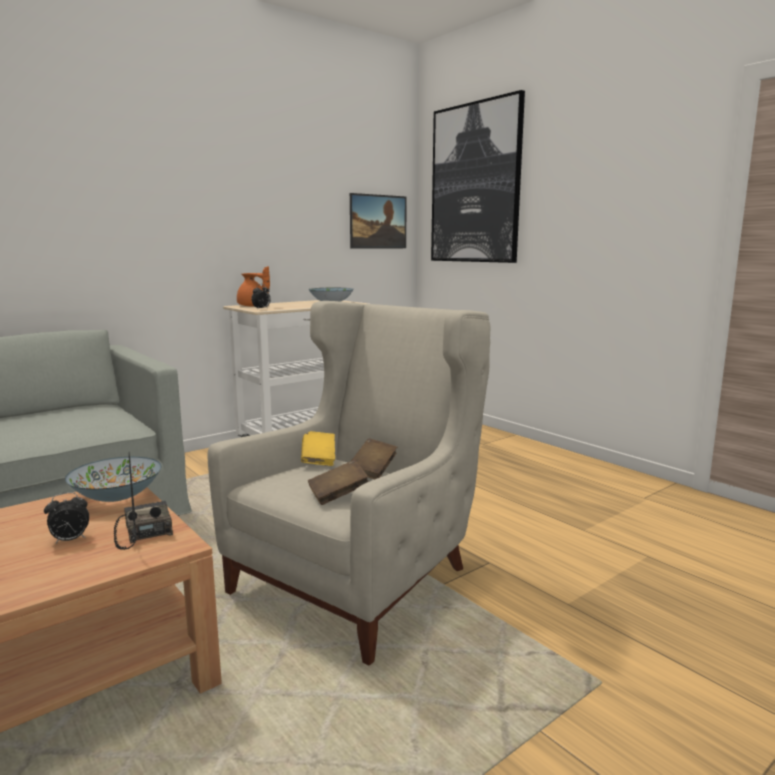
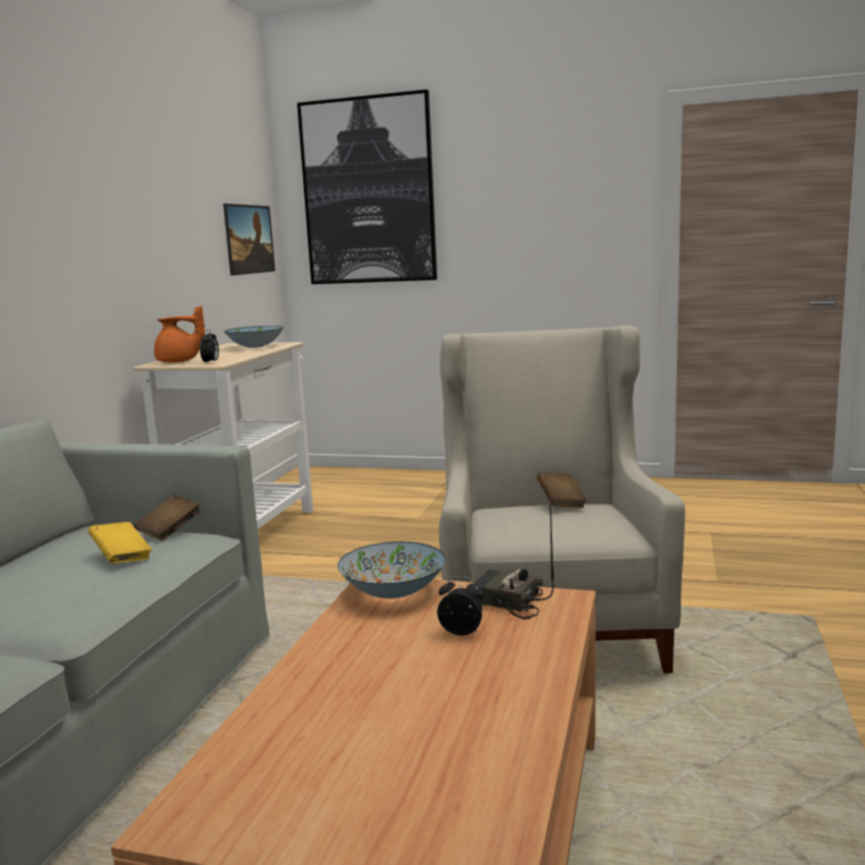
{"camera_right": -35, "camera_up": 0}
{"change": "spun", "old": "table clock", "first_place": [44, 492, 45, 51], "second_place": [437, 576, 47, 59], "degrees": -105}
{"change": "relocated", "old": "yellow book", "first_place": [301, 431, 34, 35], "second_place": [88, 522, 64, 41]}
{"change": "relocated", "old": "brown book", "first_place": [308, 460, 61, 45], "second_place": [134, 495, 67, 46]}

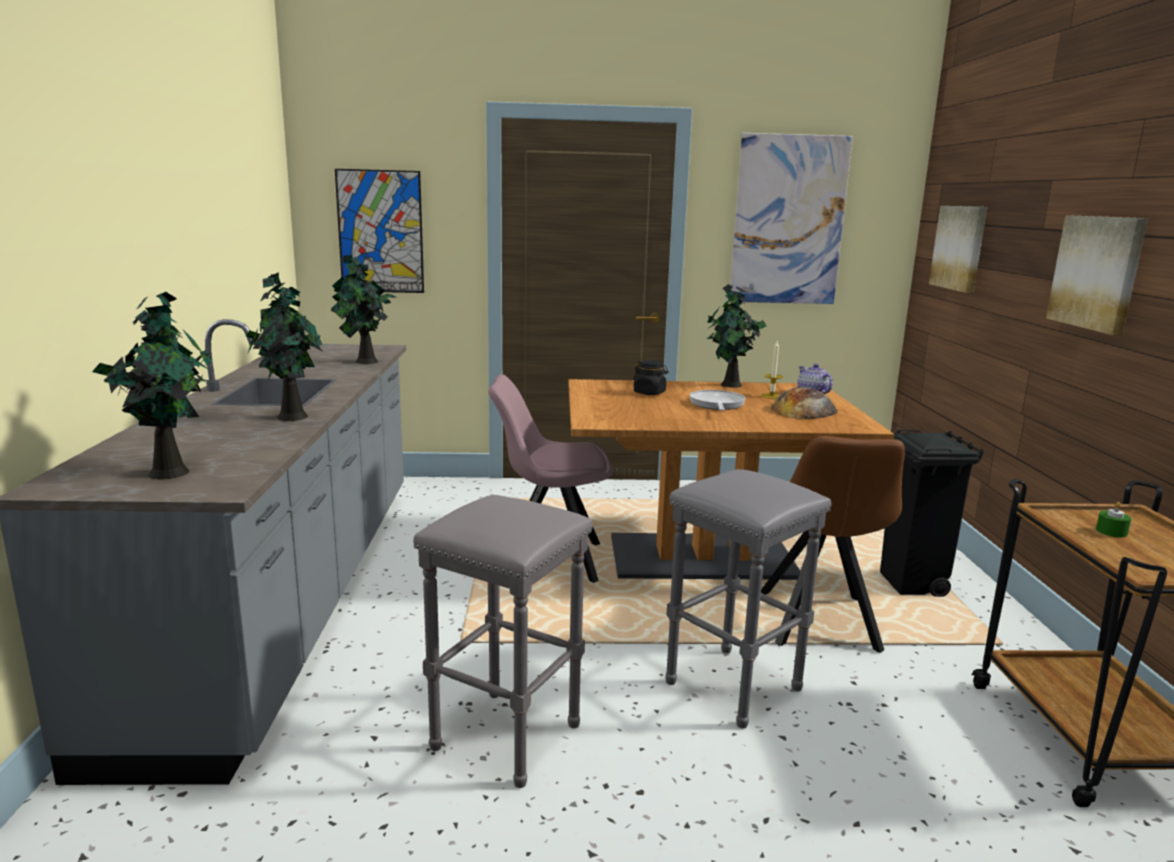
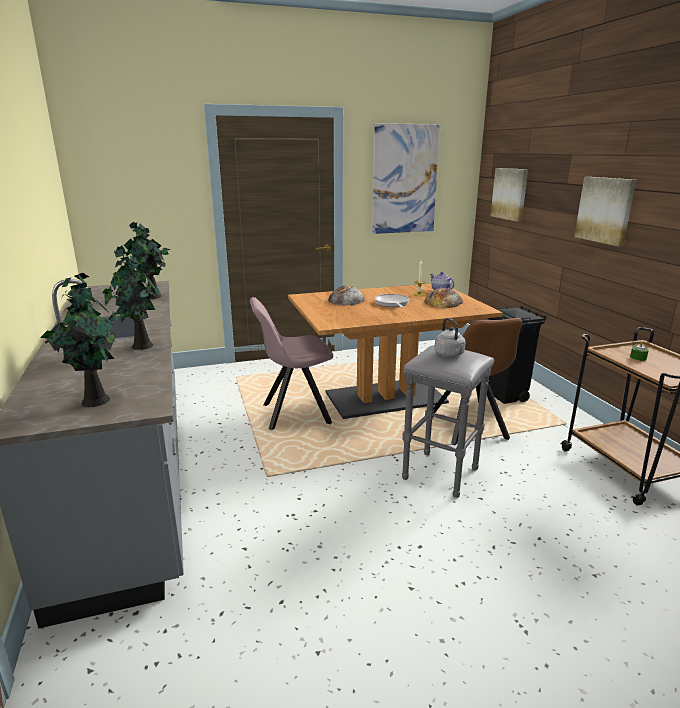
{"camera_right": -15, "camera_up": 5}
{"change": "missing", "old": "wall picture", "first_place": [335, 169, 89, 124]}
{"change": "missing", "old": "grey stool", "first_place": [413, 495, 180, 293]}
{"change": "exchanged", "old": "black-coloured storage jar", "new": "bread", "first_place": [633, 360, 35, 35], "second_place": [328, 286, 37, 20]}
{"change": "missing", "old": "plant in a pot", "first_place": [707, 284, 60, 104]}
{"change": "appeared", "new": "grey water kettle", "second_place": [435, 318, 31, 39]}

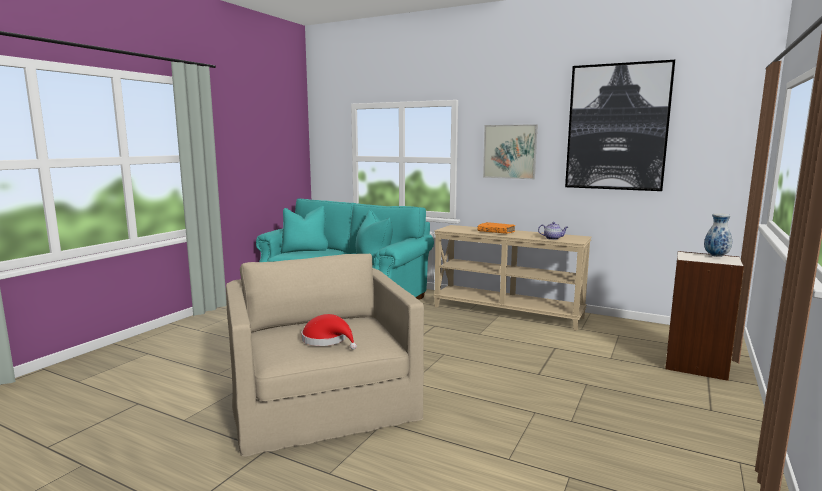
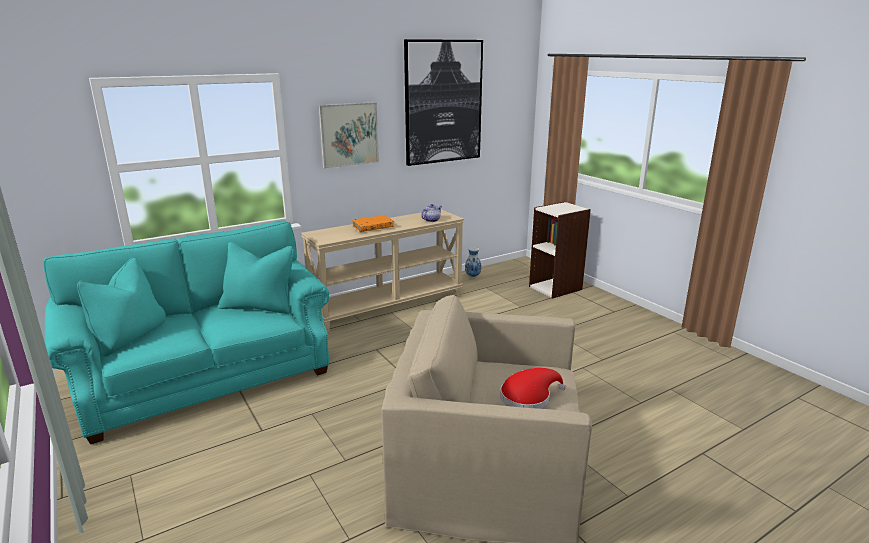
{"camera_right": -60, "camera_up": 10}
{"change": "relocated", "old": "decorative vase", "first_place": [704, 213, 28, 44], "second_place": [465, 247, 17, 30]}

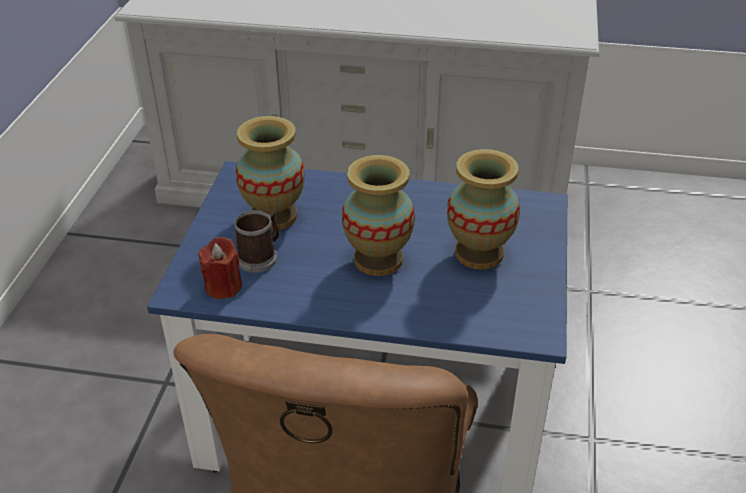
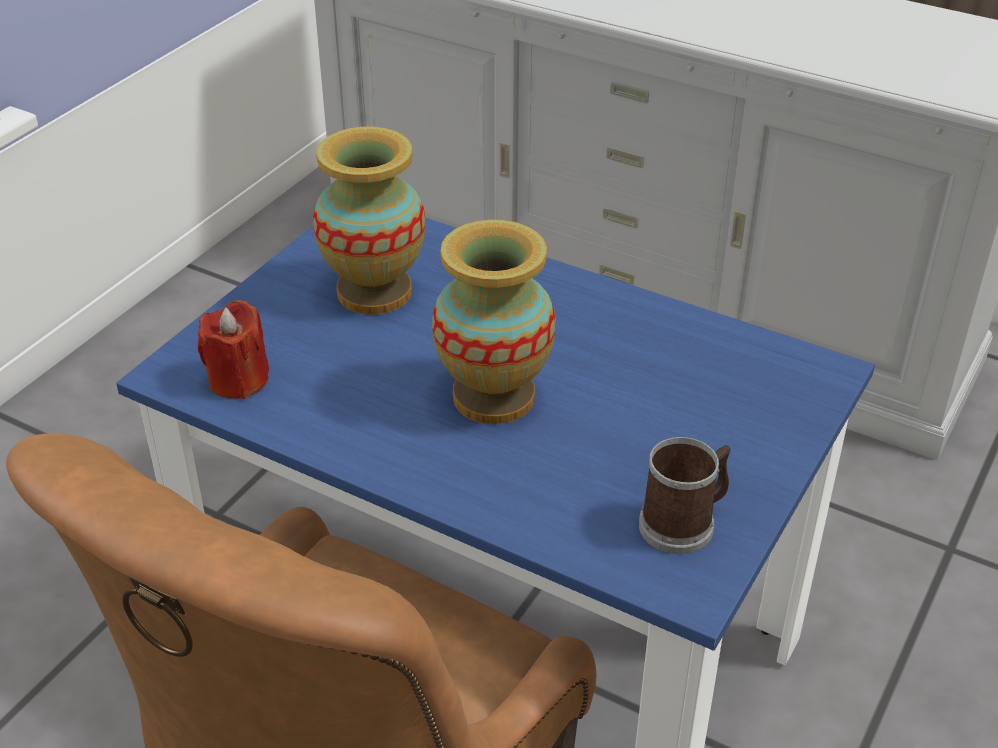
{"camera_right": 20, "camera_up": 0}
{"change": "relocated", "old": "tea mug", "first_place": [234, 210, 45, 63], "second_place": [639, 437, 92, 117]}
{"change": "missing", "old": "decorative vase", "first_place": [447, 149, 73, 120]}

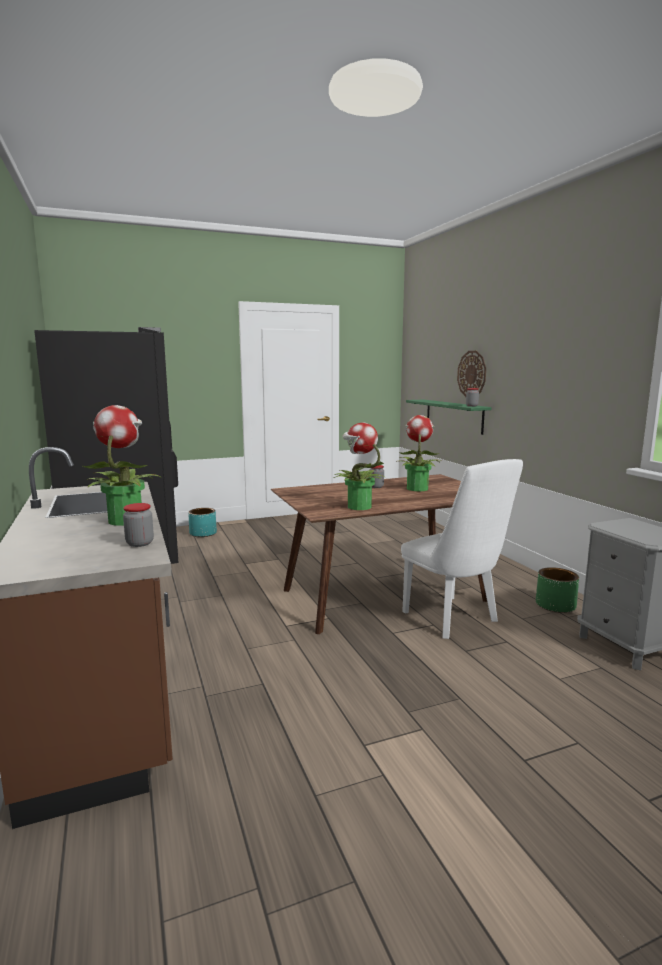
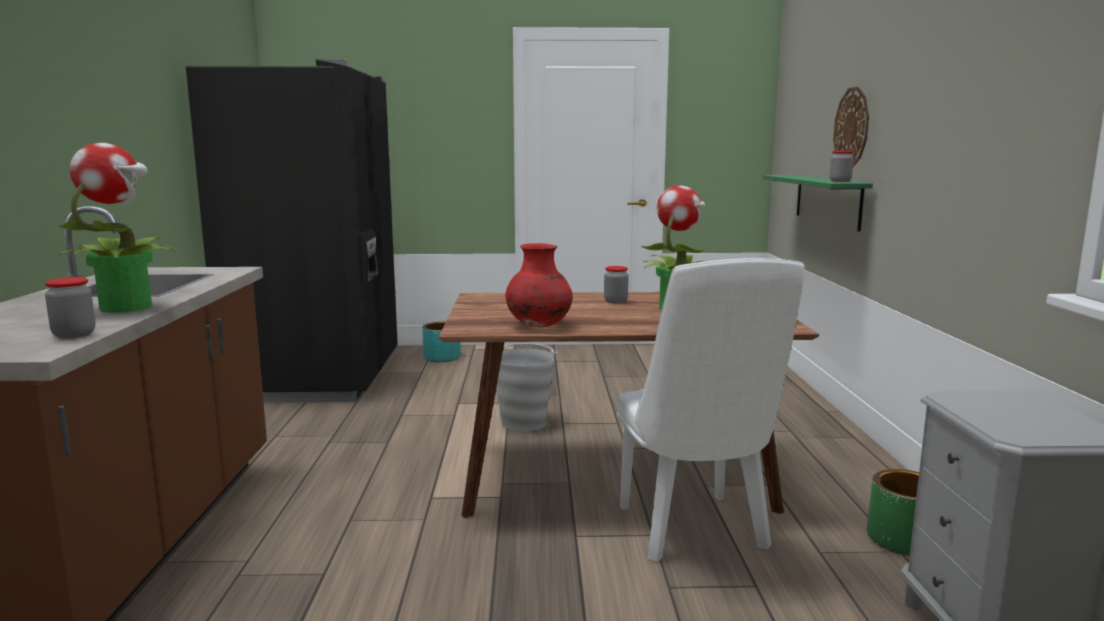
{"camera_right": 20, "camera_up": 0}
{"change": "exchanged", "old": "plant in a pot", "new": "red-coloured decorative vase", "first_place": [332, 423, 54, 87], "second_place": [505, 243, 68, 84]}
{"change": "appeared", "new": "grey pail", "second_place": [496, 343, 62, 88]}

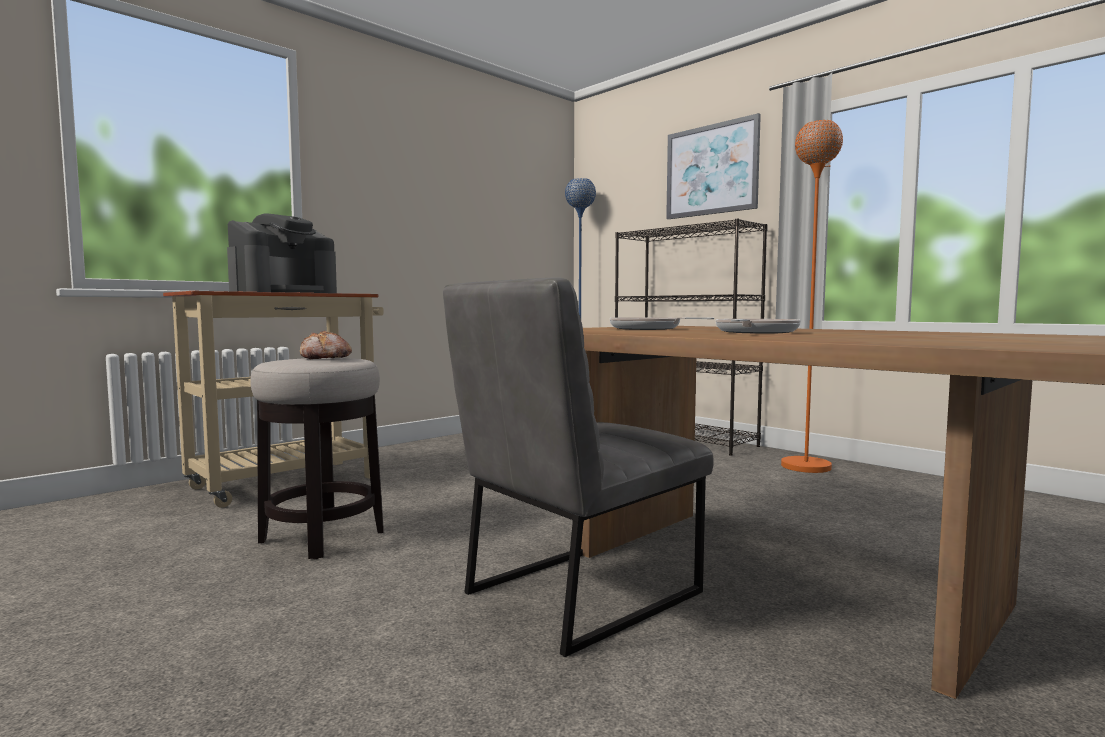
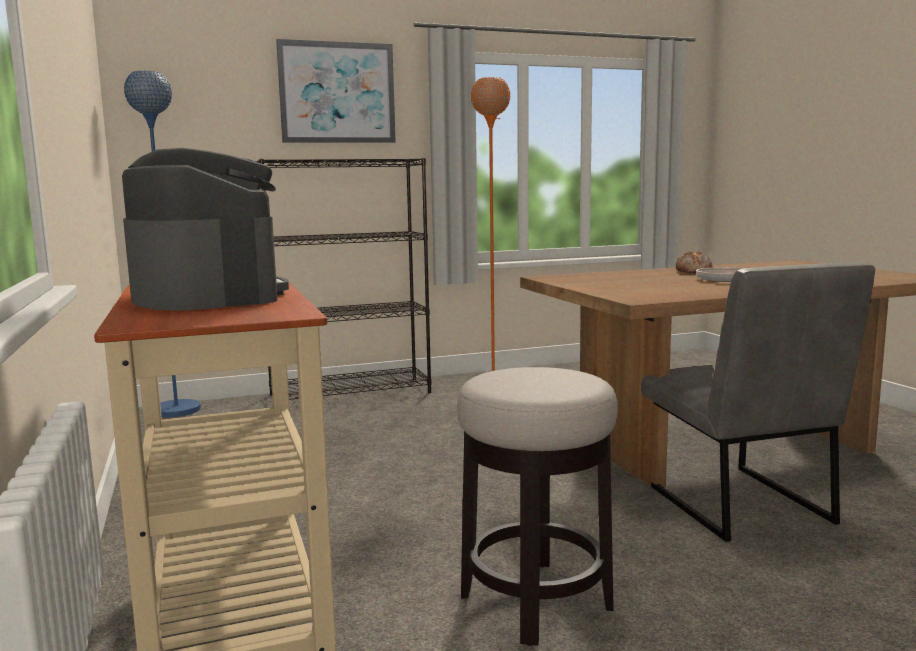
{"camera_right": -65, "camera_up": 5}
{"change": "relocated", "old": "bread", "first_place": [300, 331, 52, 29], "second_place": [676, 251, 37, 22]}
{"change": "missing", "old": "skillet", "first_place": [610, 317, 104, 13]}

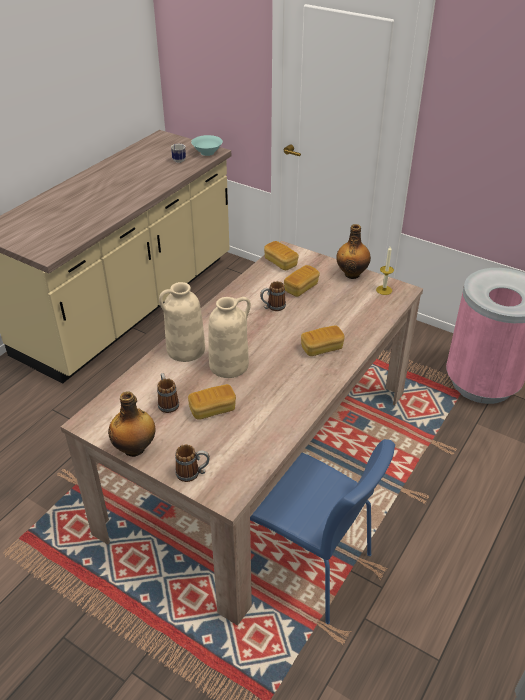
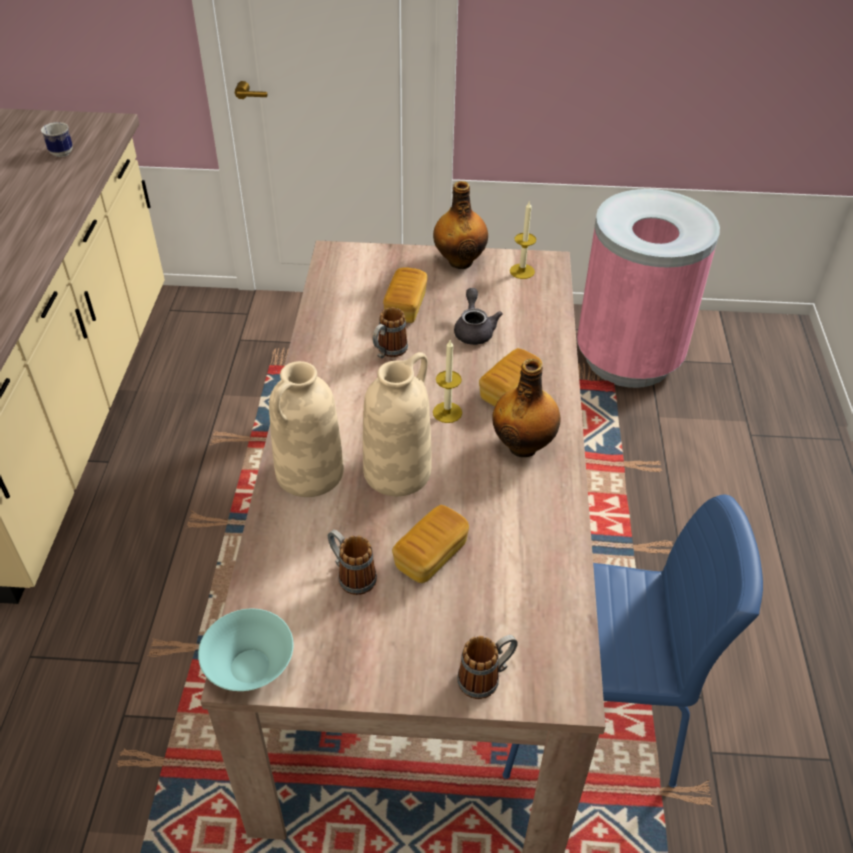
{"camera_right": -30, "camera_up": 5}
{"change": "relocated", "old": "beverage bottle", "first_place": [108, 391, 48, 66], "second_place": [492, 359, 68, 98]}
{"change": "relocated", "old": "turquoise bowl", "first_place": [191, 135, 32, 21], "second_place": [198, 609, 96, 82]}
{"change": "missing", "old": "bread", "first_place": [264, 241, 35, 29]}
{"change": "appeared", "new": "wax candle", "second_place": [433, 340, 29, 83]}
{"change": "appeared", "new": "grey pot for tea", "second_place": [454, 288, 49, 57]}

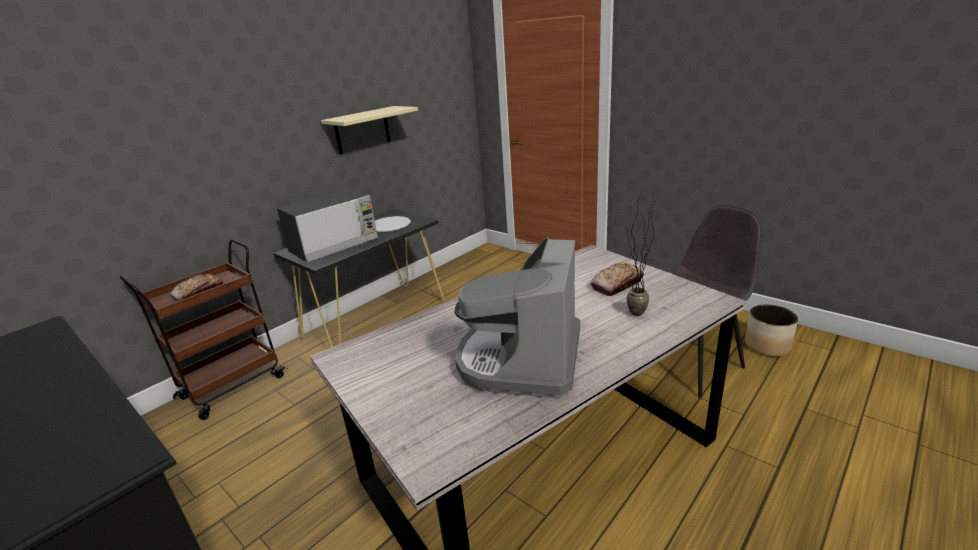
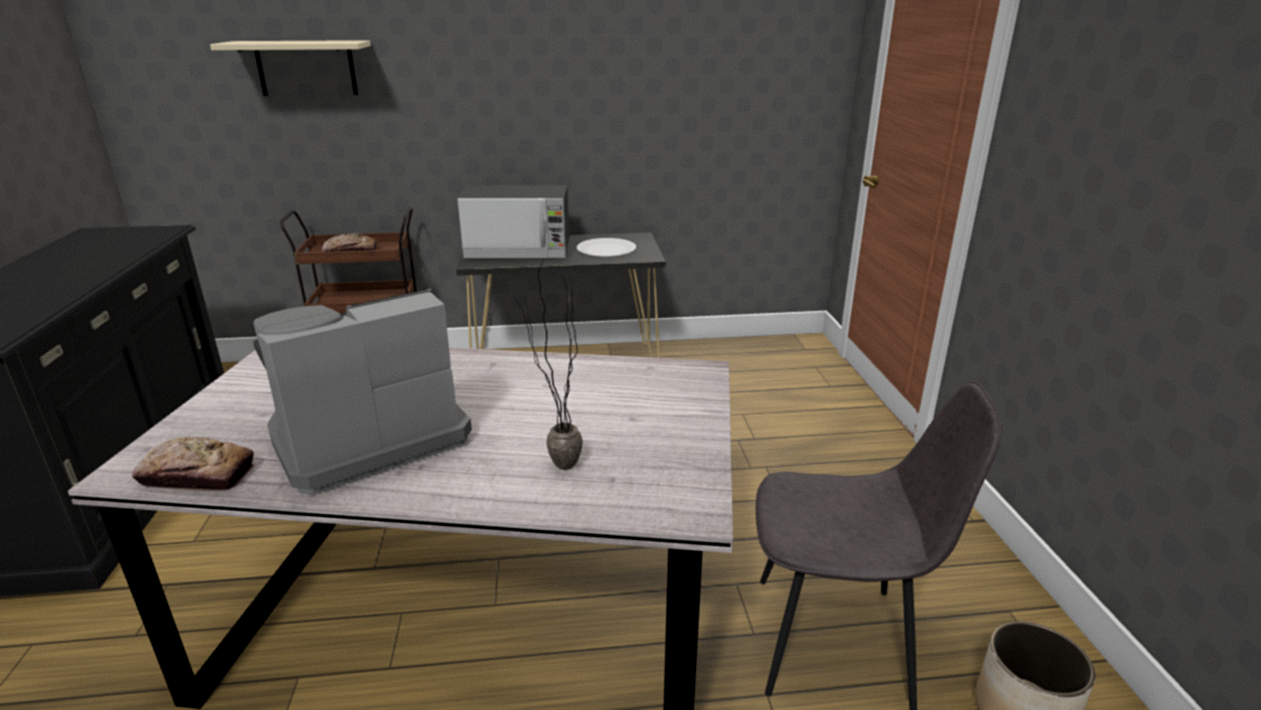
{"camera_right": 40, "camera_up": 0}
{"change": "relocated", "old": "beige-coloured wall shelf", "first_place": [321, 106, 97, 48], "second_place": [210, 40, 161, 56]}
{"change": "relocated", "old": "bread", "first_place": [590, 263, 54, 33], "second_place": [132, 437, 122, 54]}

